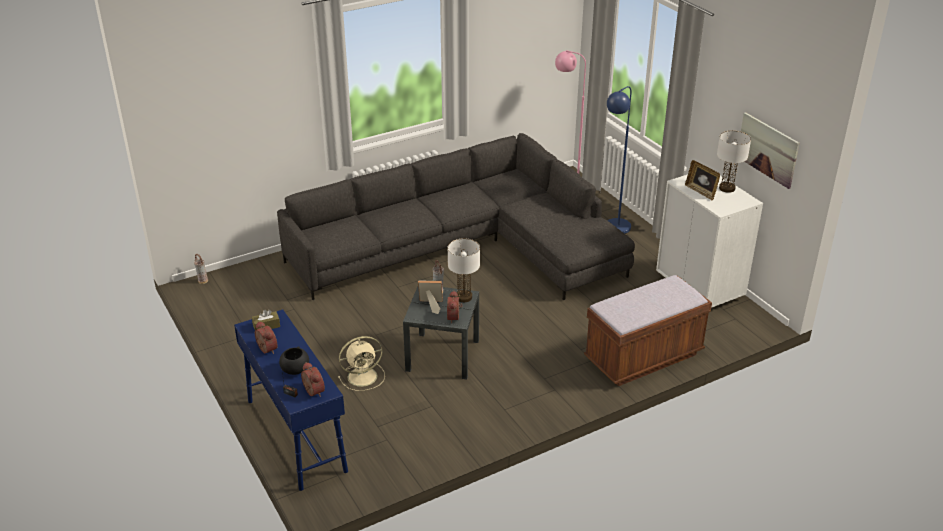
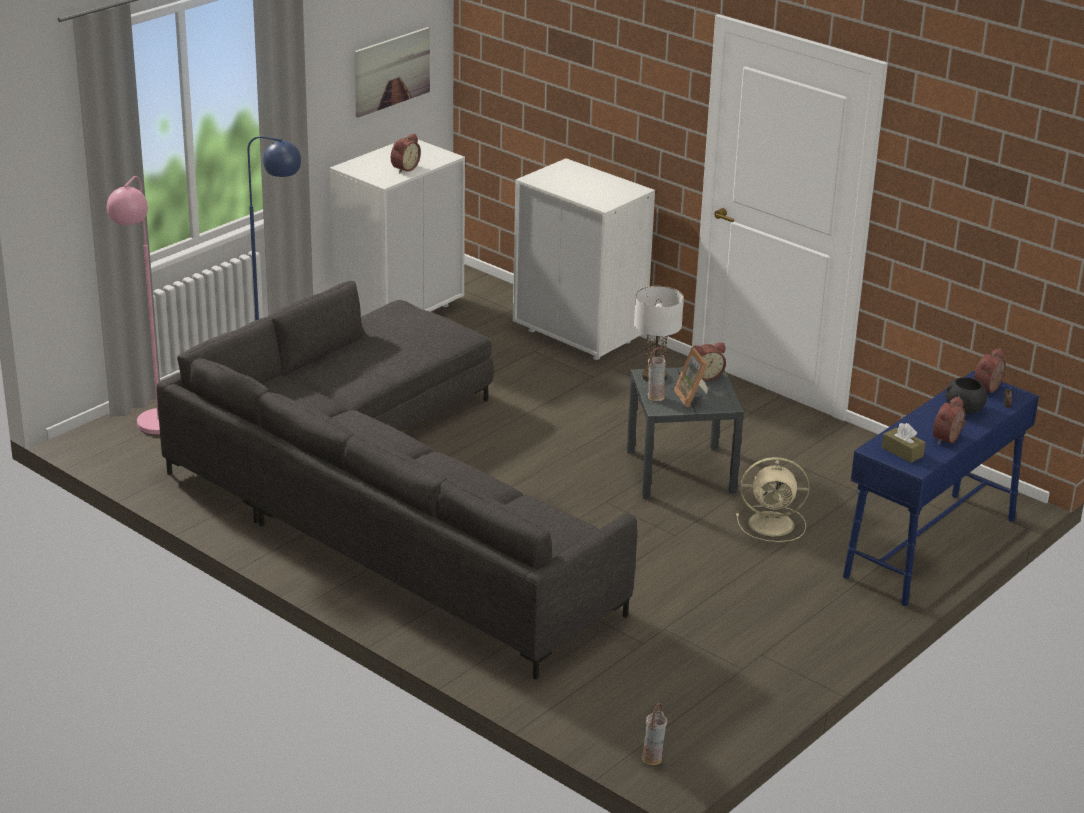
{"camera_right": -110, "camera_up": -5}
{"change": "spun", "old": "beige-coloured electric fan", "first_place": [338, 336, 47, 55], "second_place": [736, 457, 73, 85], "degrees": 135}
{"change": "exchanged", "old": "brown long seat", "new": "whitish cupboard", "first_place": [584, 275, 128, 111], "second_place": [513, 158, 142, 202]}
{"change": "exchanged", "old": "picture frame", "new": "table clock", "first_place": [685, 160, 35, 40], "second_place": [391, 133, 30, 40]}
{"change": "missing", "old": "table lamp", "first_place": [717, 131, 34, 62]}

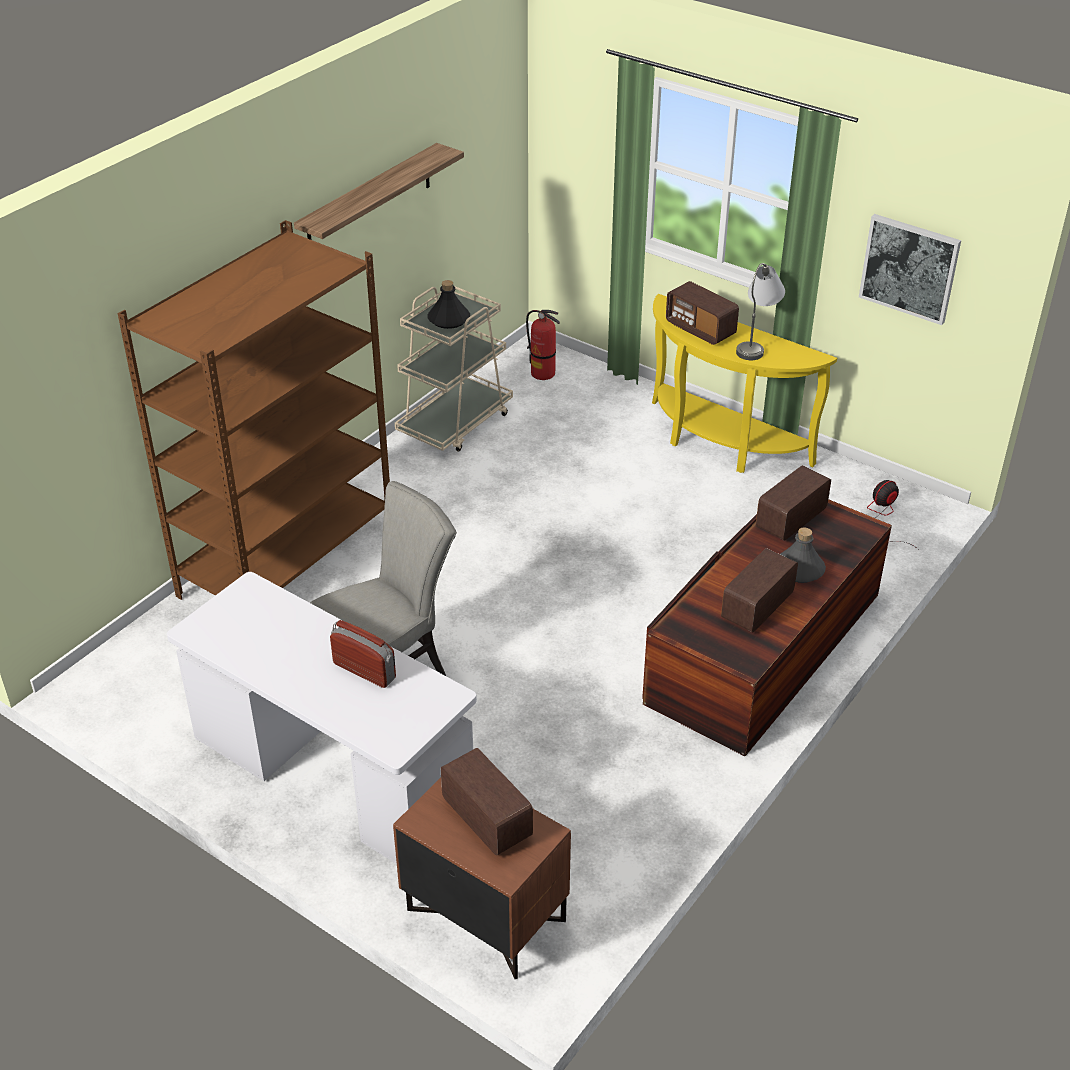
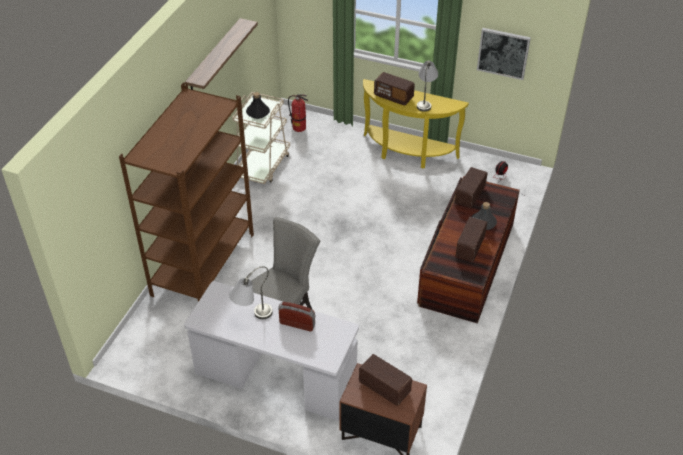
{"camera_right": -15, "camera_up": 5}
{"change": "appeared", "new": "grey table lamp", "second_place": [229, 266, 44, 53]}

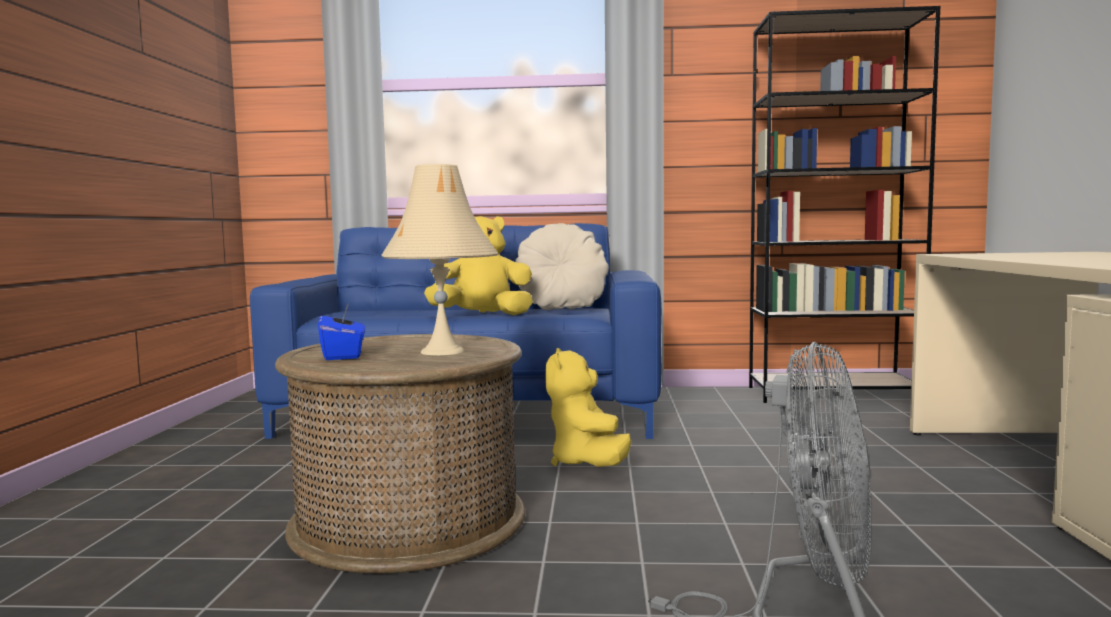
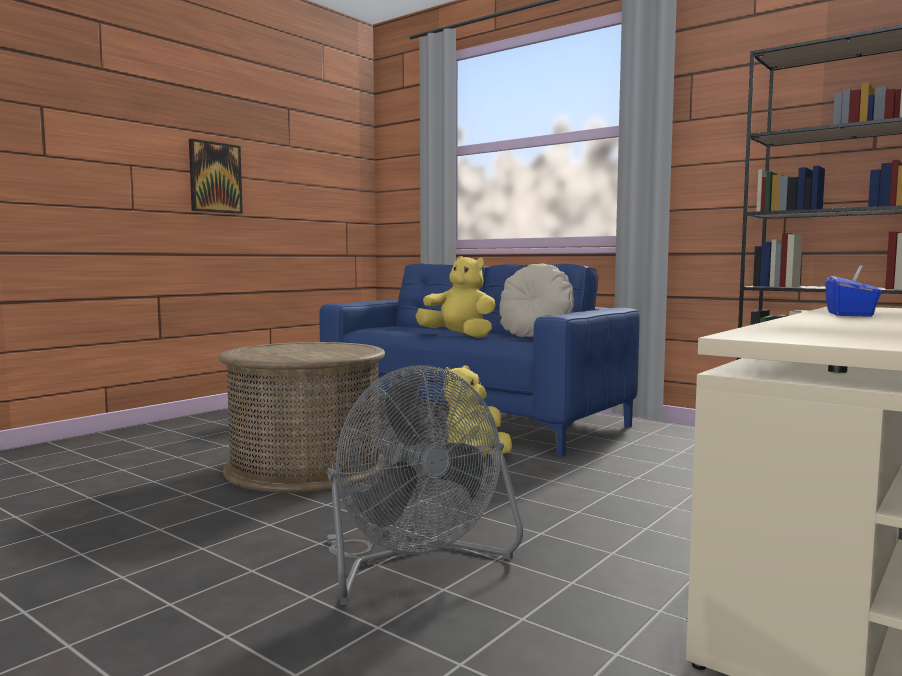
{"camera_right": 35, "camera_up": 0}
{"change": "relocated", "old": "blue-coloured tissue box", "first_place": [318, 302, 47, 58], "second_place": [825, 265, 56, 52]}
{"change": "missing", "old": "beige-coloured table lamp", "first_place": [381, 164, 118, 191]}
{"change": "appeared", "new": "wall picture", "second_place": [189, 139, 54, 75]}

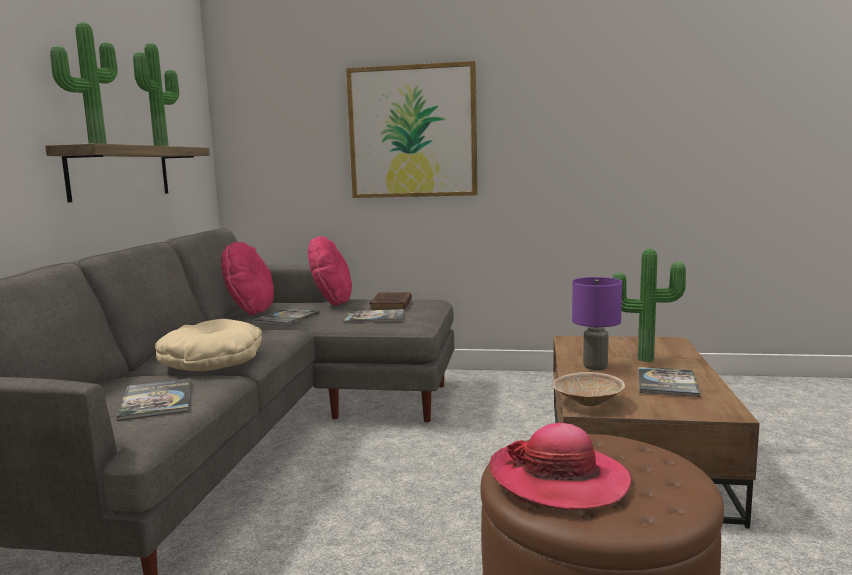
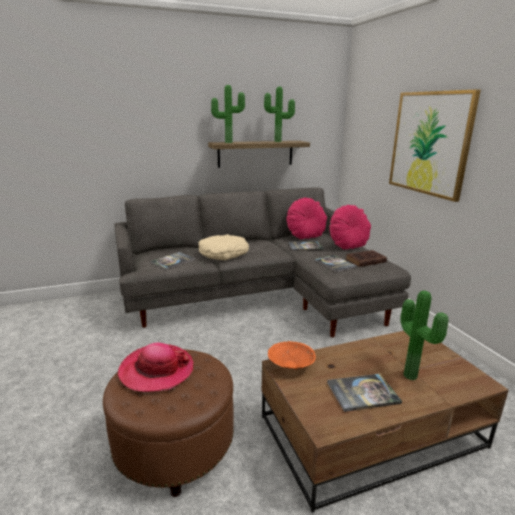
{"camera_right": 60, "camera_up": 10}
{"change": "colour", "old": "beige-coloured bowl", "new": "orange-coloured bowl", "first_place": [552, 372, 73, 34], "second_place": [268, 341, 48, 29]}
{"change": "missing", "old": "purple table lamp", "first_place": [572, 277, 50, 93]}

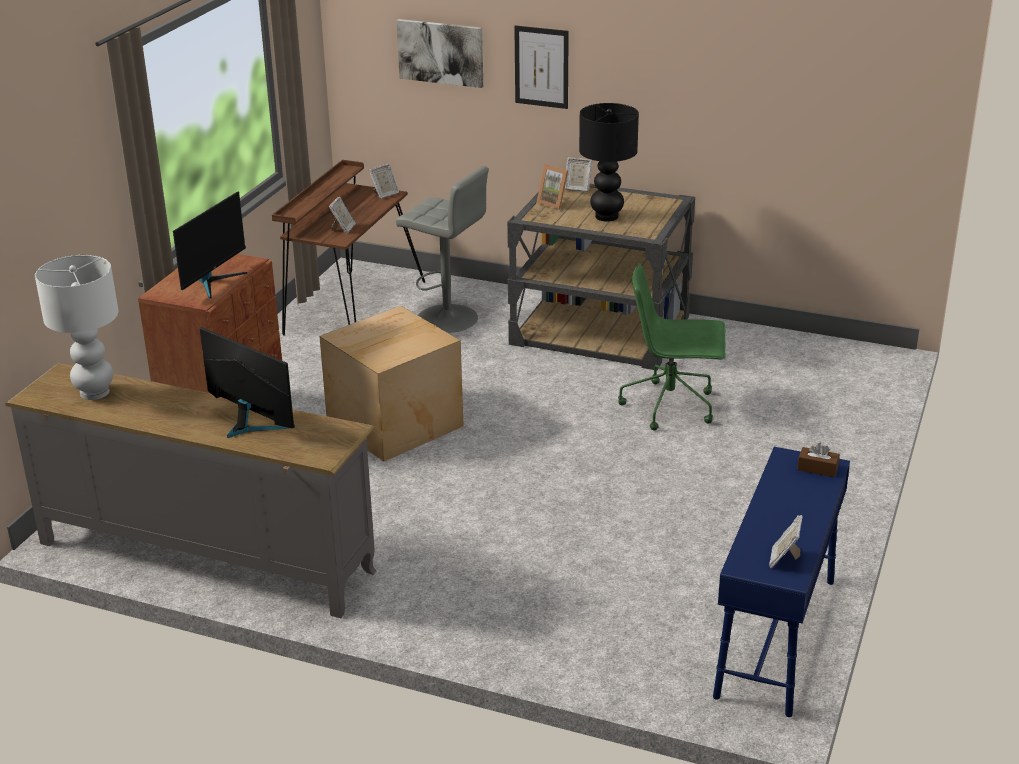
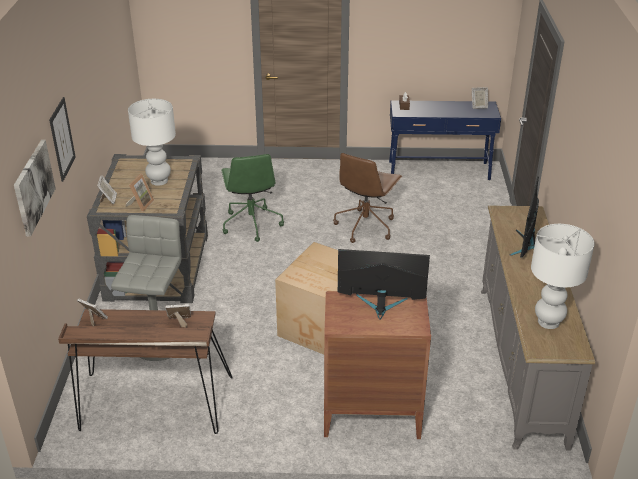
{"camera_right": -110, "camera_up": 5}
{"change": "colour", "old": "black-coloured table lamp", "new": "whitish table lamp", "first_place": [579, 103, 60, 119], "second_place": [128, 99, 48, 87]}
{"change": "appeared", "new": "brown office chair", "second_place": [333, 153, 69, 90]}

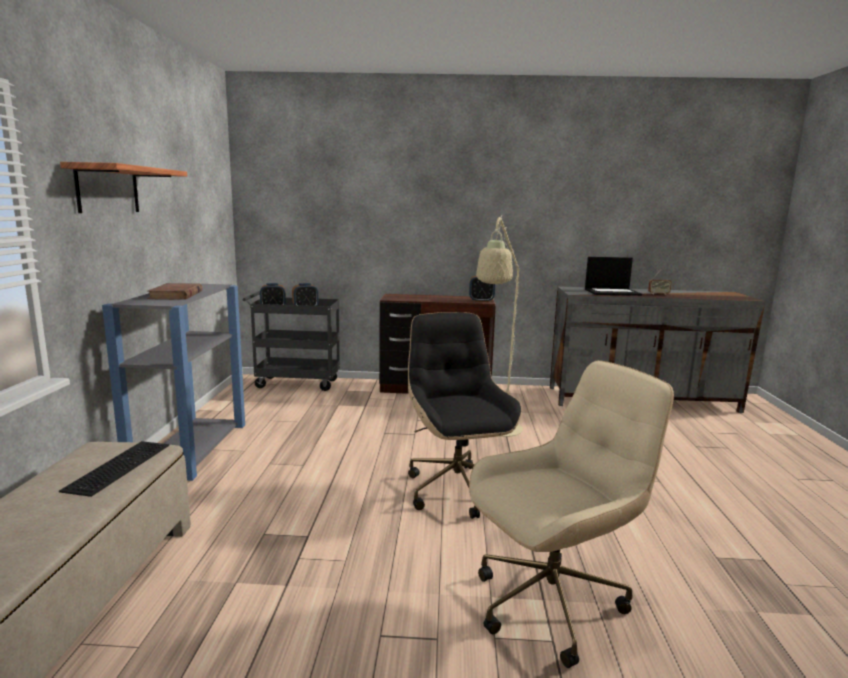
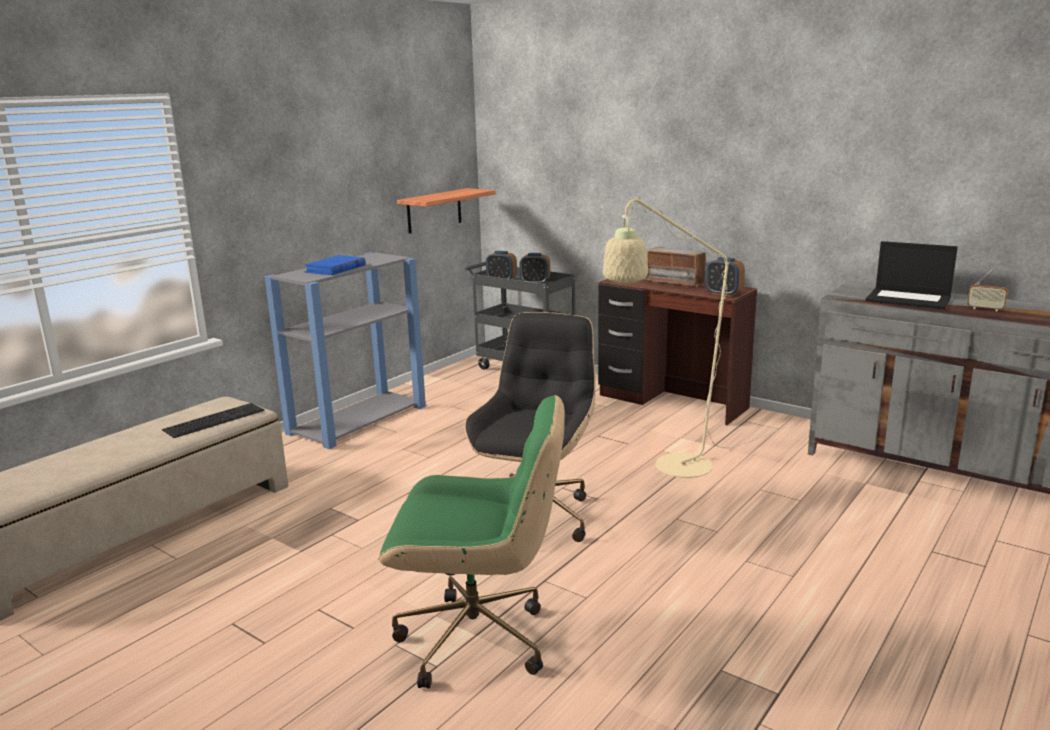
{"camera_right": 35, "camera_up": 5}
{"change": "relocated", "old": "wall shelf", "first_place": [60, 162, 127, 51], "second_place": [397, 188, 99, 46]}
{"change": "colour", "old": "brown book", "new": "blue-coloured book", "first_place": [147, 283, 56, 17], "second_place": [304, 255, 62, 20]}
{"change": "colour", "old": "beige-coloured office chair", "new": "green office chair", "first_place": [469, 360, 205, 308], "second_place": [378, 395, 187, 293]}
{"change": "appeared", "new": "radio receiver", "second_place": [644, 247, 65, 40]}

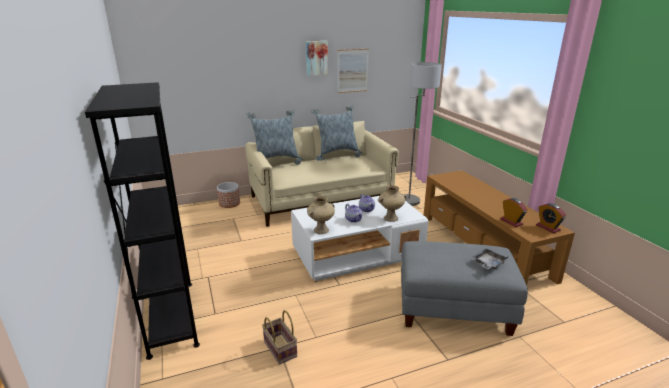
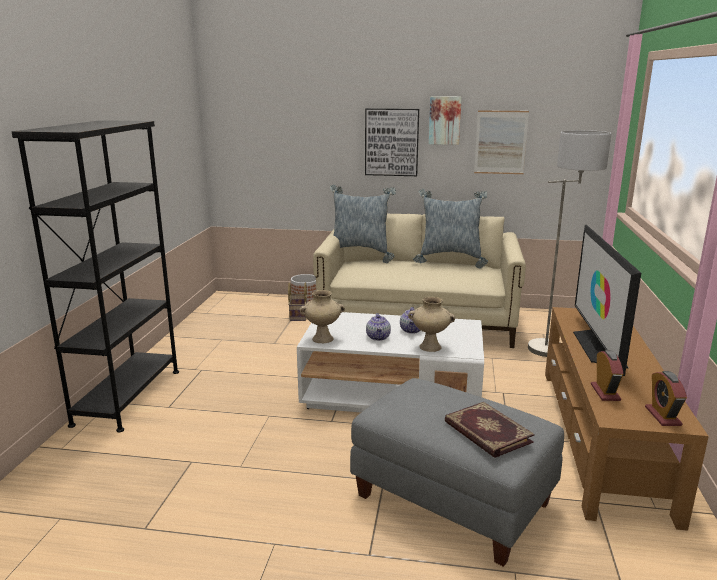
{"camera_right": 30, "camera_up": -5}
{"change": "relocated", "old": "storage basket", "first_place": [262, 310, 35, 55], "second_place": [288, 282, 19, 39]}
{"change": "exchanged", "old": "grey tray", "new": "book", "first_place": [472, 248, 36, 21], "second_place": [445, 402, 90, 56]}
{"change": "appeared", "new": "wall picture", "second_place": [365, 108, 54, 68]}
{"change": "appeared", "new": "television", "second_place": [573, 225, 68, 151]}

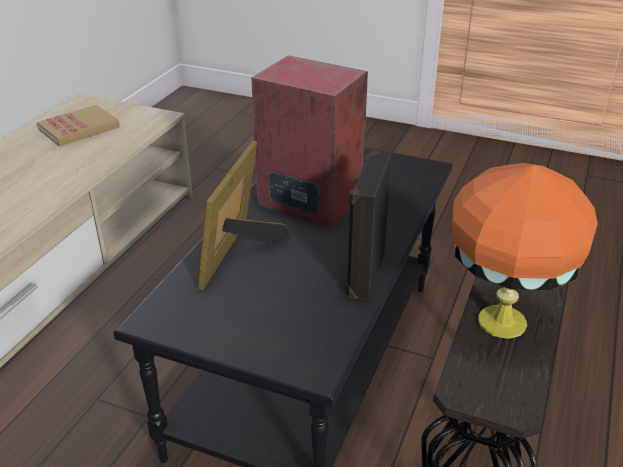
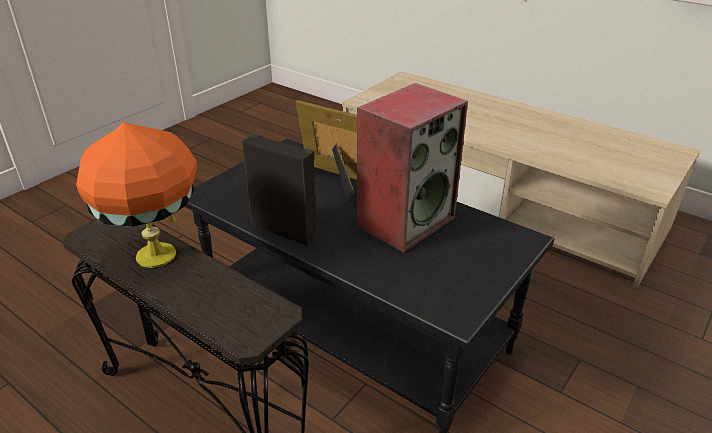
{"camera_right": 105, "camera_up": 0}
{"change": "missing", "old": "book", "first_place": [37, 105, 83, 42]}

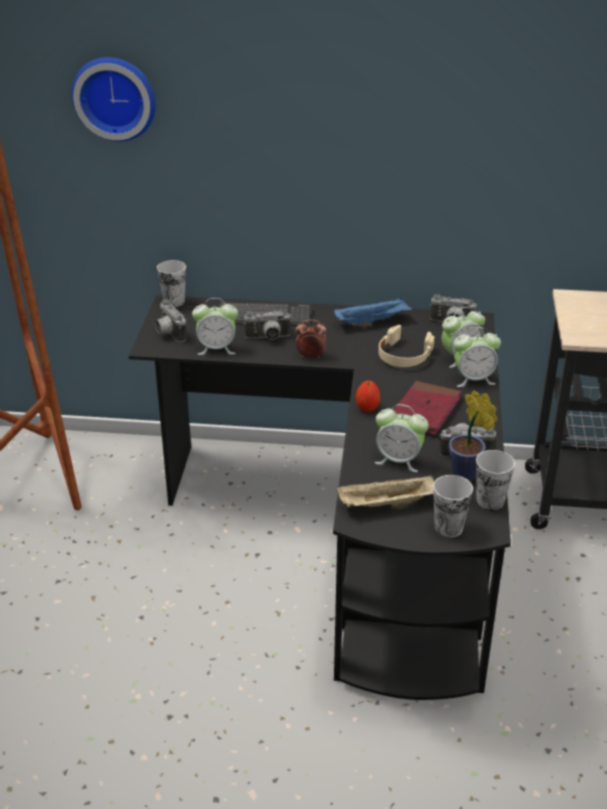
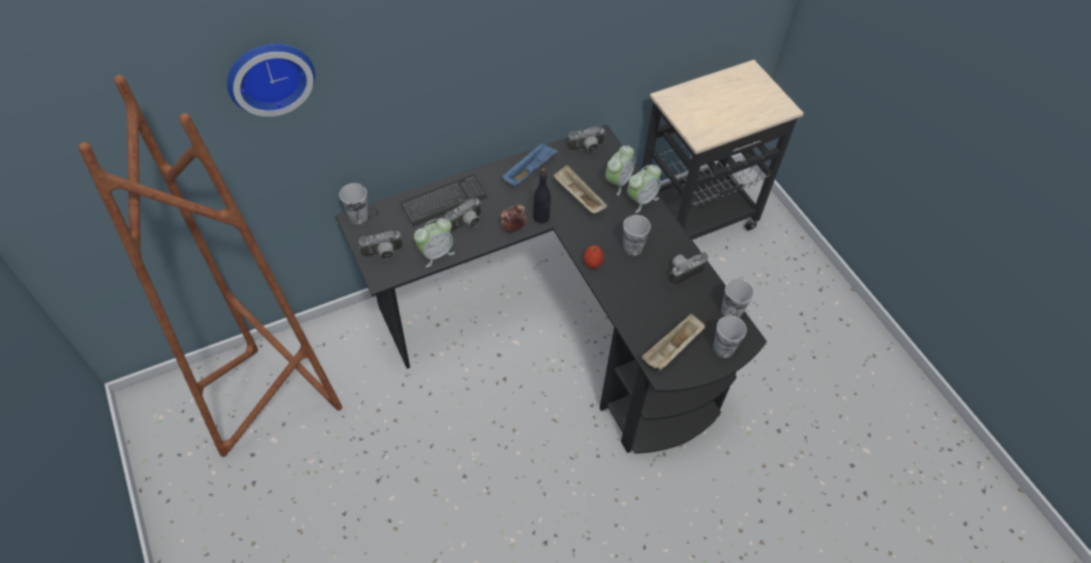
{"camera_right": -35, "camera_up": 20}
{"change": "spun", "old": "photo camera", "first_place": [155, 299, 31, 43], "second_place": [359, 230, 44, 29], "degrees": -45}
{"change": "missing", "old": "table clock", "first_place": [375, 404, 54, 68]}
{"change": "exchanged", "old": "beige-coloured headset", "new": "beige-coloured tray", "first_place": [379, 325, 56, 42], "second_place": [553, 165, 55, 48]}
{"change": "exchanged", "old": "red-coloured book", "new": "drinking cup", "first_place": [394, 381, 68, 54], "second_place": [623, 215, 28, 41]}
{"change": "missing", "old": "plant in a pot", "first_place": [448, 390, 50, 91]}
{"change": "appeared", "new": "black-coloured beverage bottle", "second_place": [533, 168, 18, 56]}

